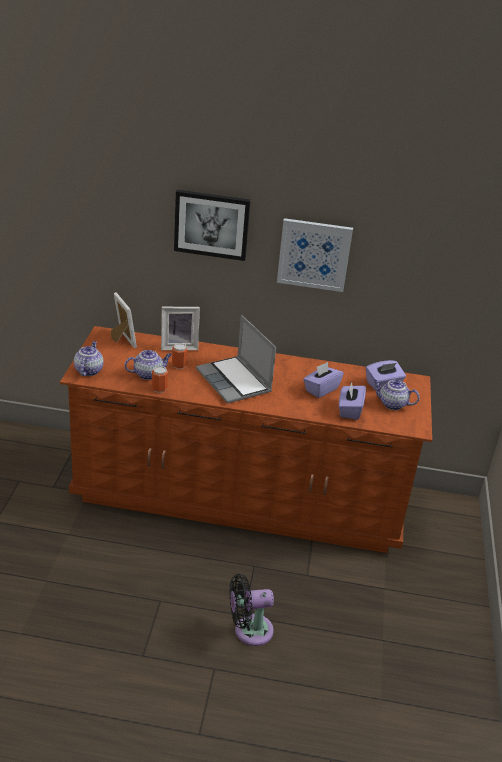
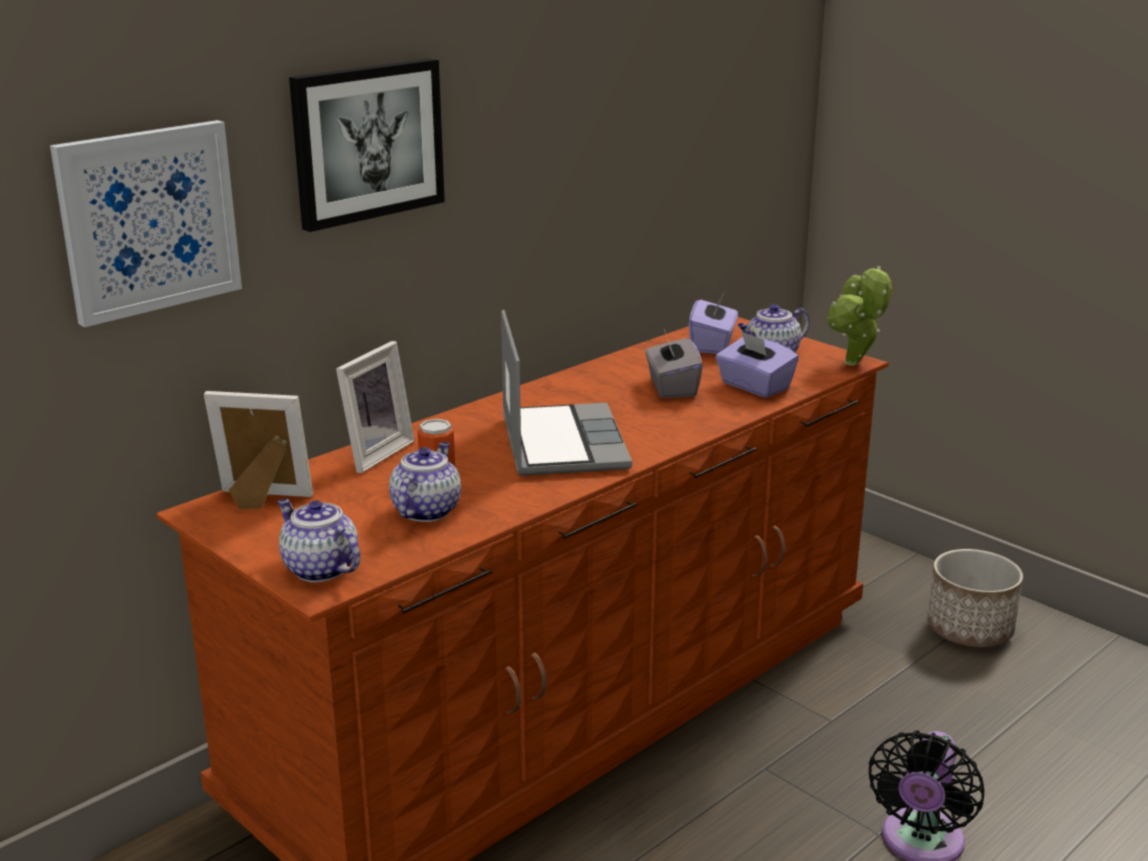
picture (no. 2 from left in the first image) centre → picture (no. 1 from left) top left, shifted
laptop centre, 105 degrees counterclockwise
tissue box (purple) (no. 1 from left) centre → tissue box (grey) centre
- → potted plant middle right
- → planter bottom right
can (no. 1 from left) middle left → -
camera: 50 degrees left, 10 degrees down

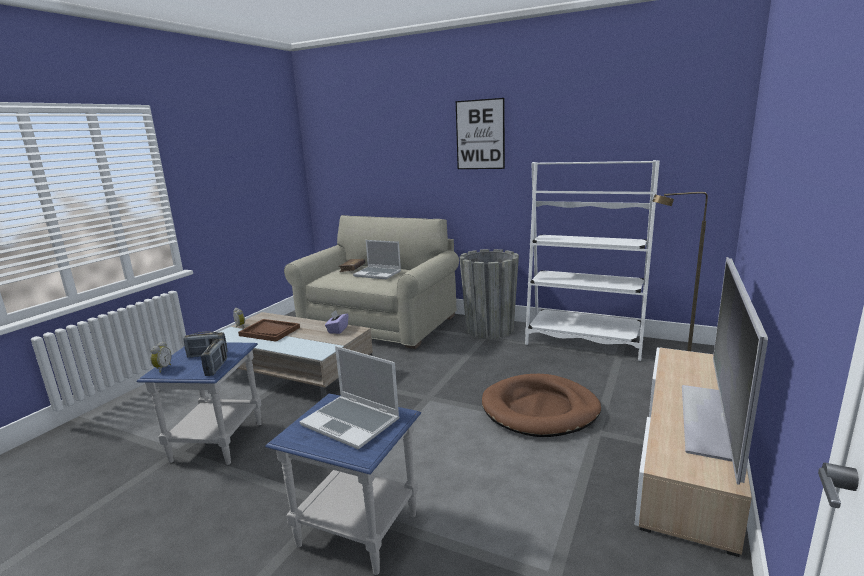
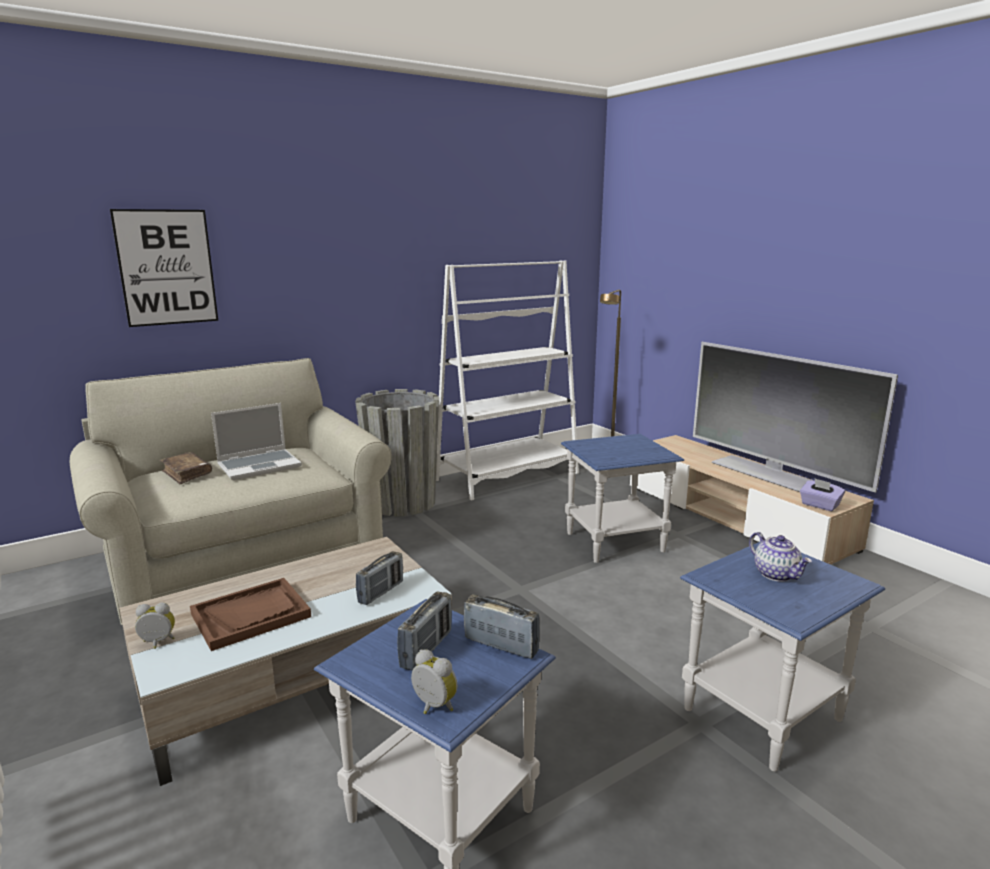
picture top centre → picture top left, shifted
- → radio (no. 1 from left) centre
dog bed (brown) bottom centre → side table (blue) (no. 2 from left) centre
laptop (no. 1 from left) bottom centre → teapot middle right
tissue box (purple) centre → tissue box (purple) middle right, shifted
camera: 60 degrees left, 0 degrees up

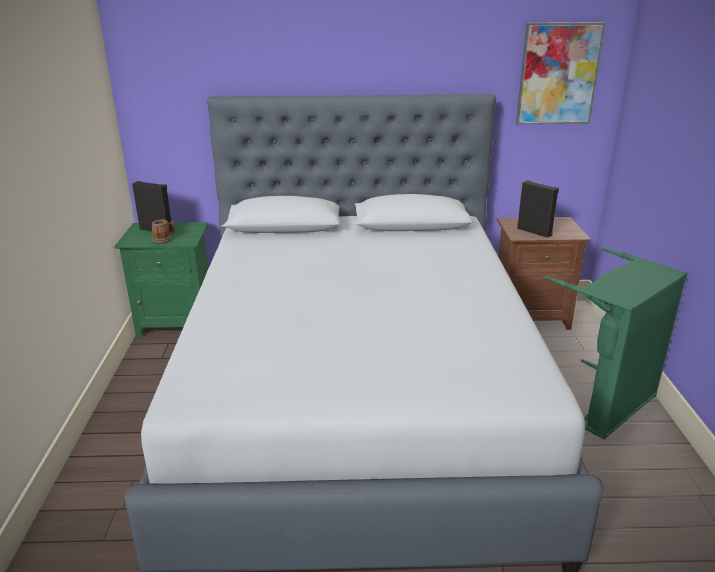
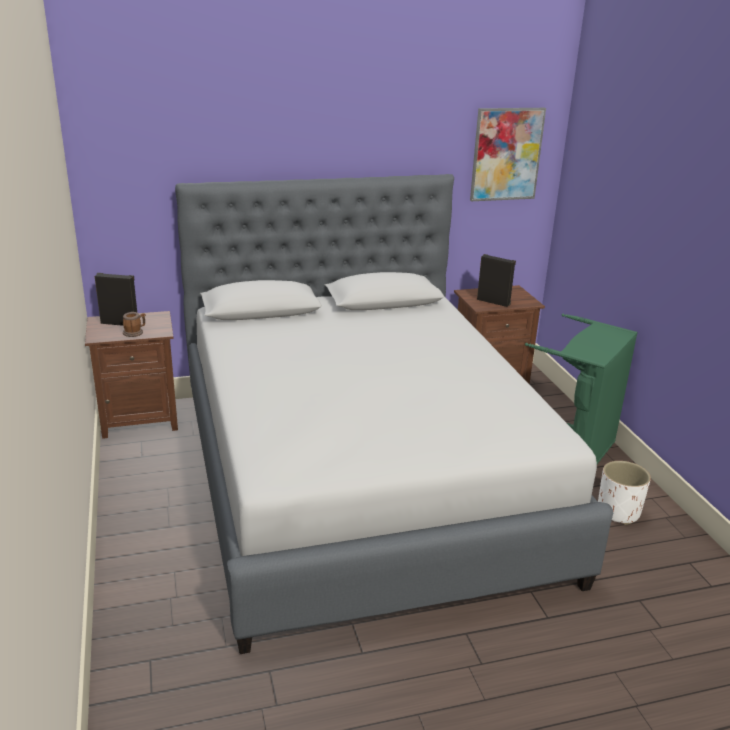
nightstand (green) middle left → nightstand (brown) (no. 1 from left) middle left
- → planter (white) bottom right
camera: 15 degrees left, 0 degrees up

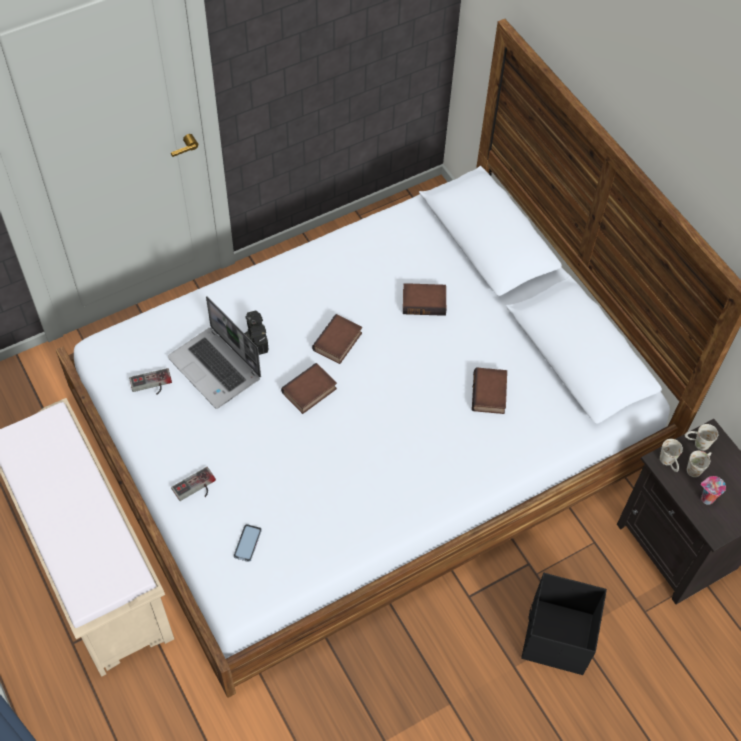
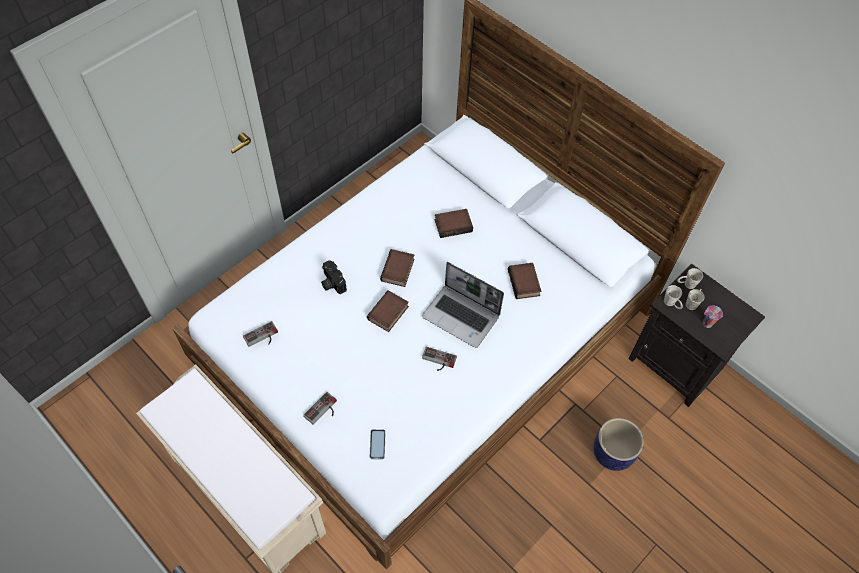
laptop middle left → laptop centre, shifted
- → game controller (no. 3 from left) centre
storage box (black) bottom right → planter bottom right
camera: 15 degrees left, 0 degrees up

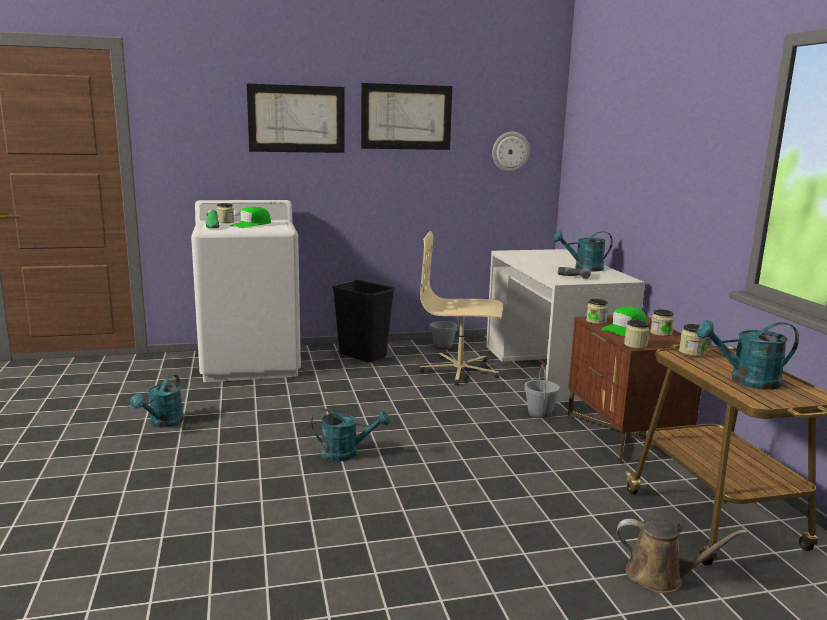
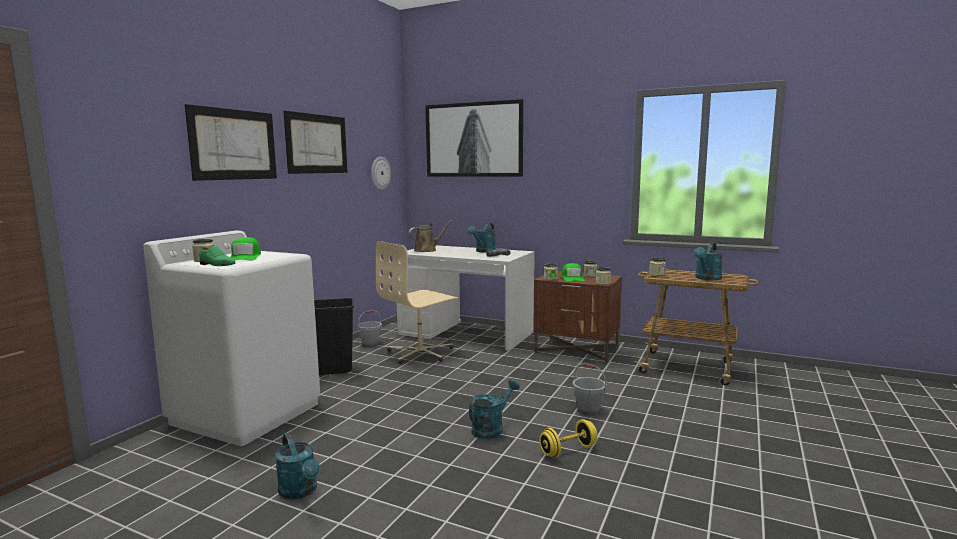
watering can (brown) bottom right → watering can (brown) centre, shifted
- → picture (no. 3 from left) top centre
- → dumbbell (yellow) bottom centre
bucket (grey) (no. 2 from left) centre → bucket (grey) (no. 2 from left) bottom centre, shifted
camera: 50 degrees left, 5 degrees down

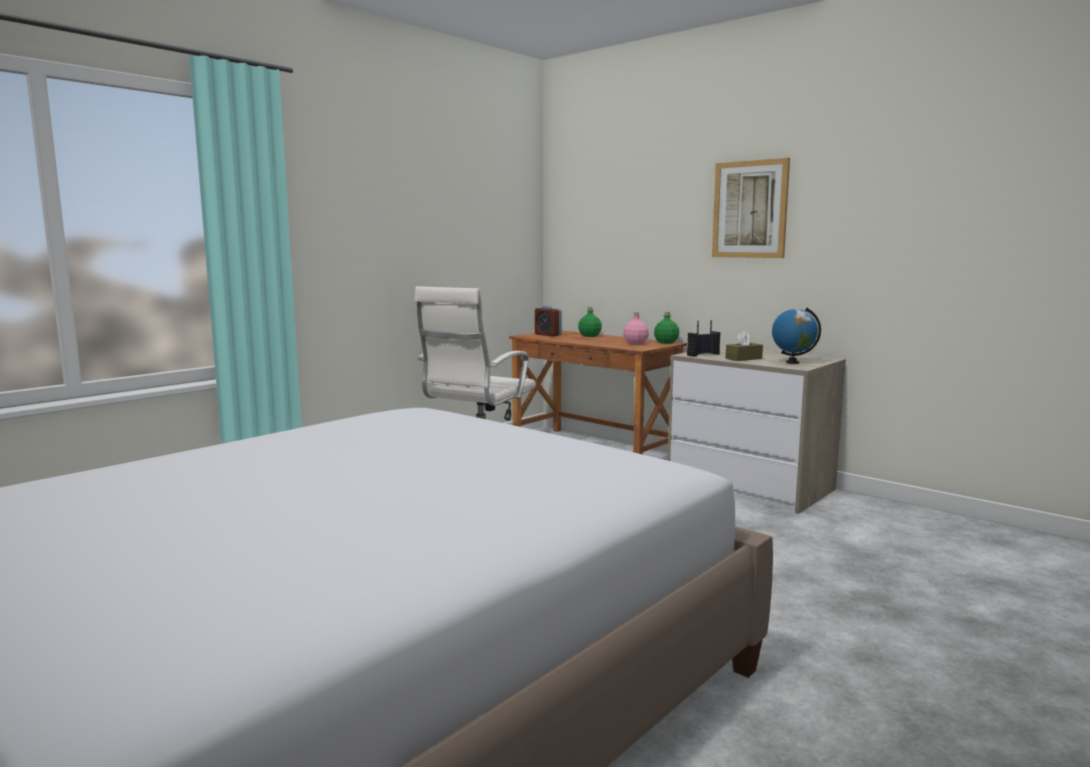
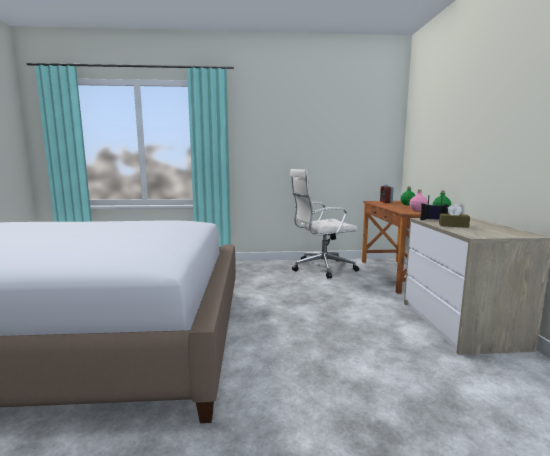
picture top right → -
globe middle right → -
camera: 45 degrees right, 0 degrees up

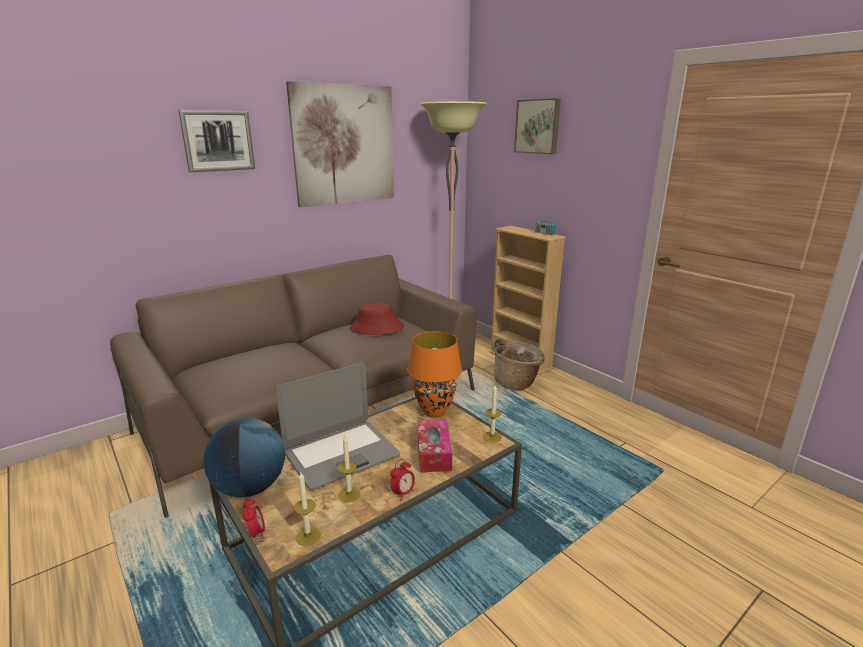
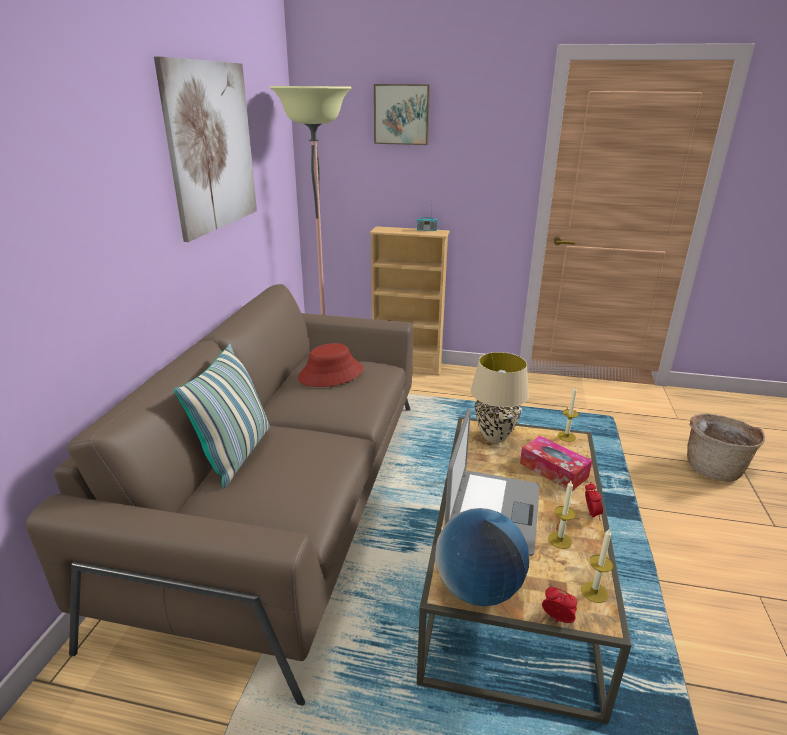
- → pillow middle left
table lamp (orange) centre → table lamp (beige) centre
basket centre → basket middle right, shifted
picture (no. 1 from left) top left → -
camera: 40 degrees left, 5 degrees up

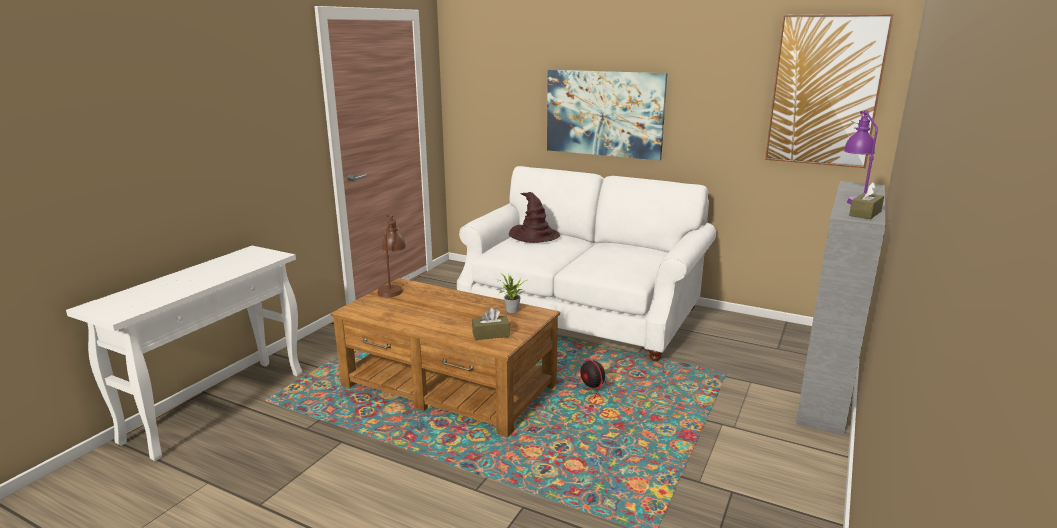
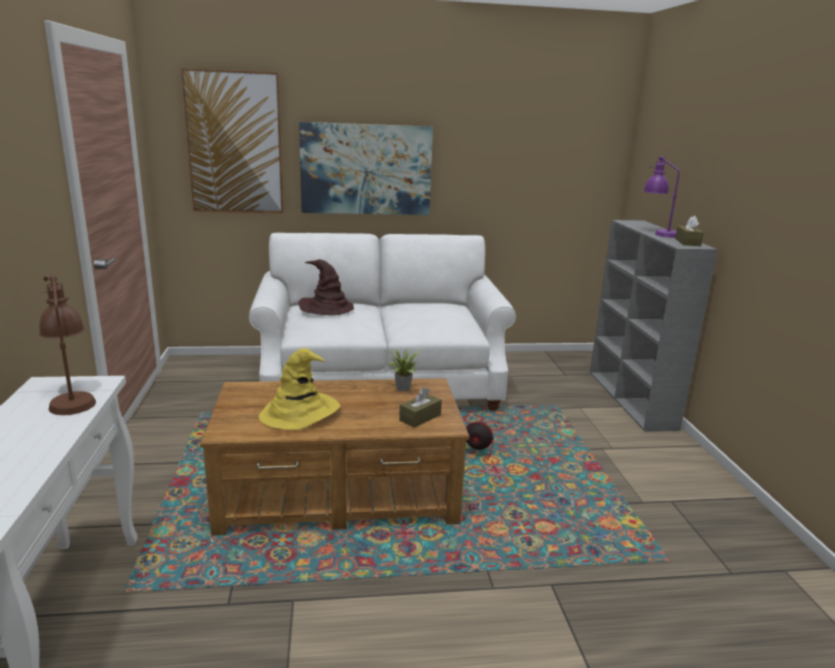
table lamp (brown) centre → table lamp (brown) middle left, shifted
picture (no. 2 from left in the first image) top right → picture (no. 1 from left) top left, shifted
- → hat (yellow) centre
camera: 35 degrees left, 0 degrees up

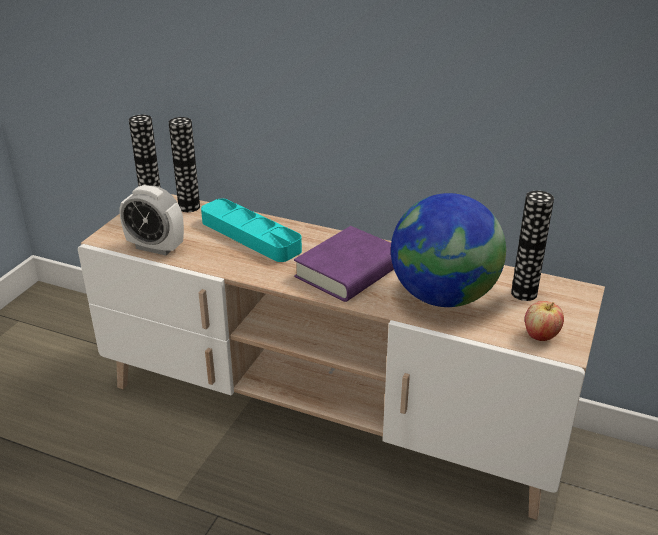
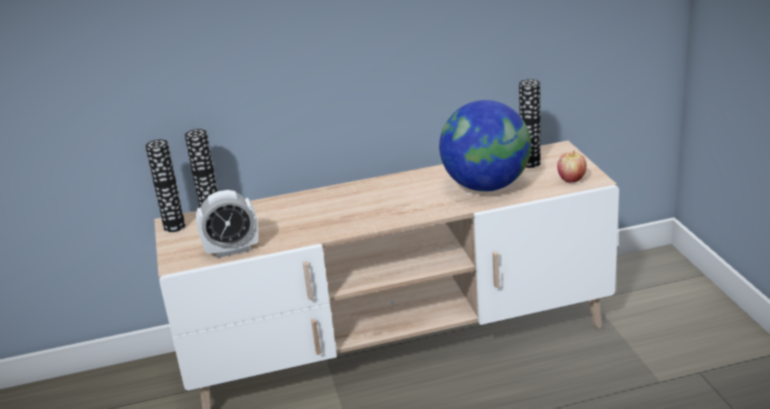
tray (turquoise) centre → -
book (purple) centre → -
camera: 35 degrees left, 5 degrees down

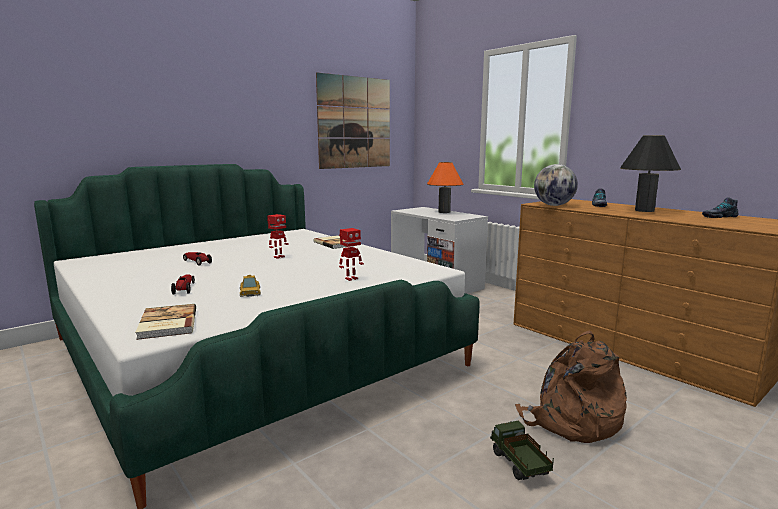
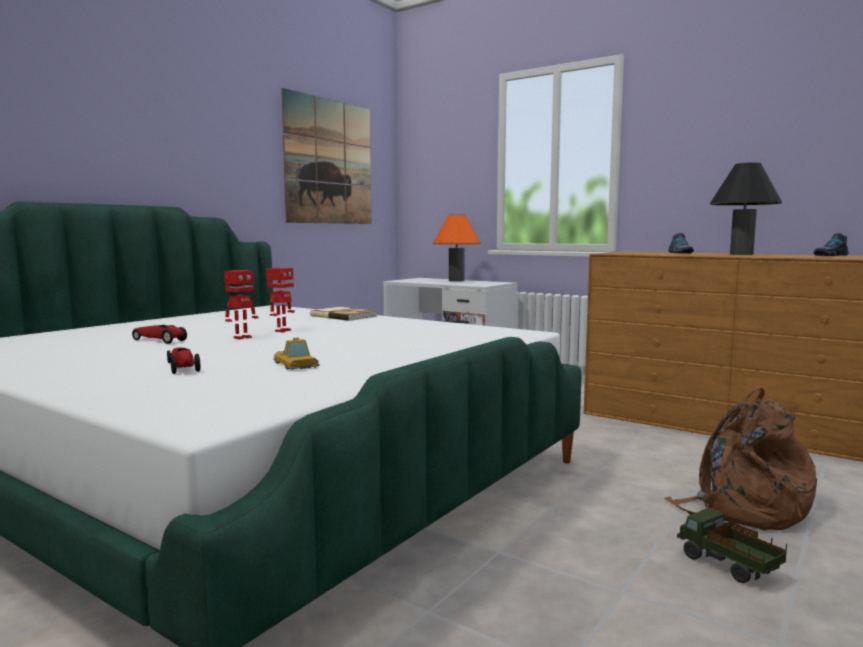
toy robot (no. 2 from left in the first image) centre → toy robot (no. 1 from left) middle left, shifted
book (no. 1 from left) middle left → -
globe middle right → -
camera: 15 degrees left, 5 degrees down

